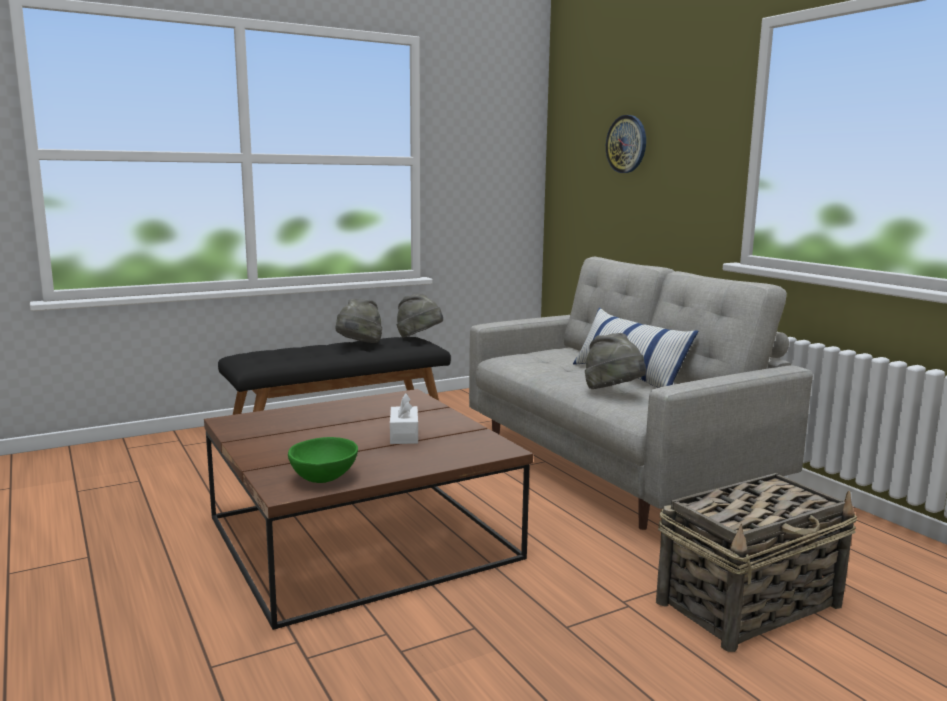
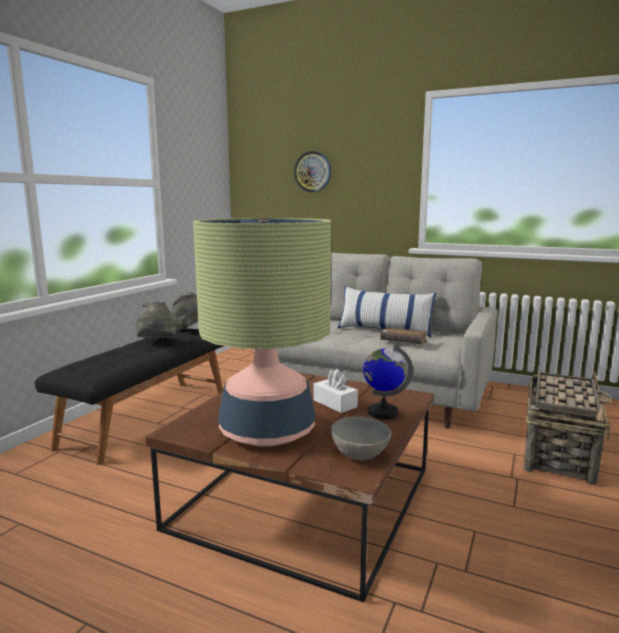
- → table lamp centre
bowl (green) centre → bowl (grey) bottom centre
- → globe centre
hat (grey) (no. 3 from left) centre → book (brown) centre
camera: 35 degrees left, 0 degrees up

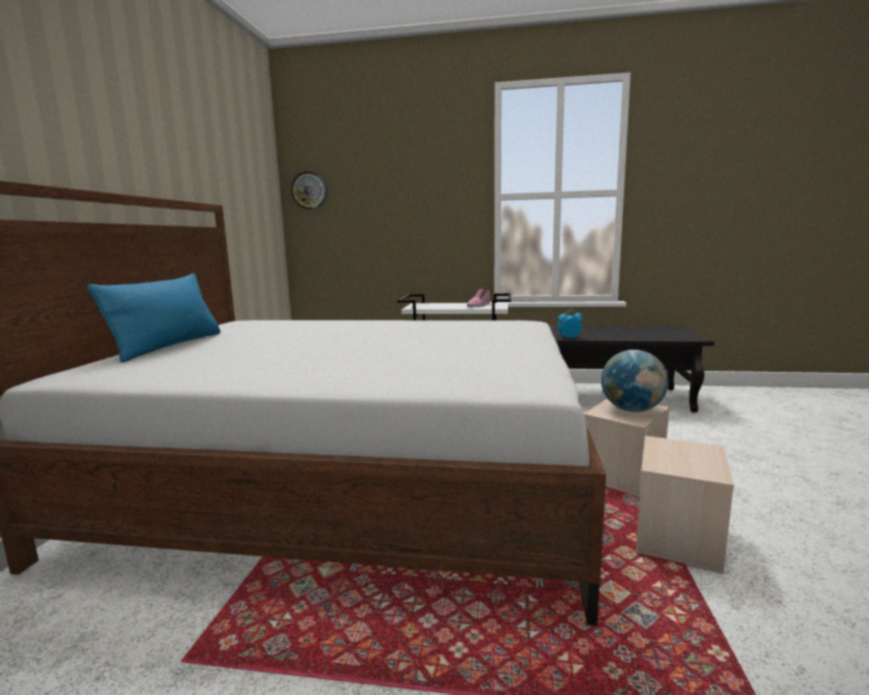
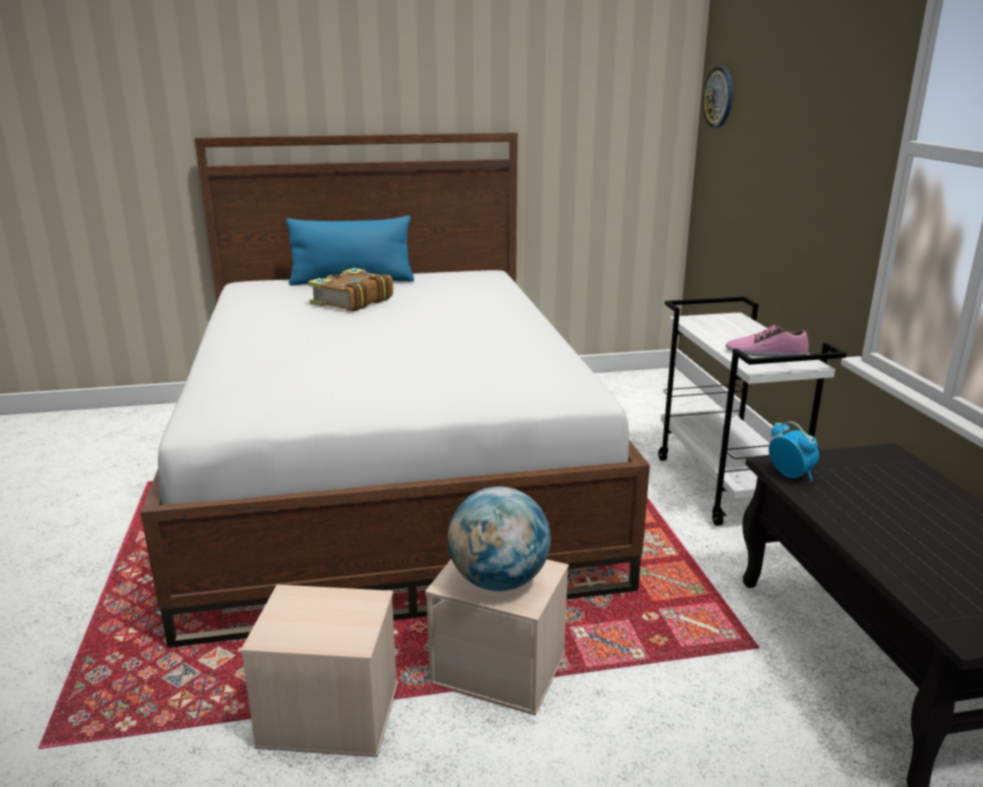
- → book centre
camera: 70 degrees right, 10 degrees up

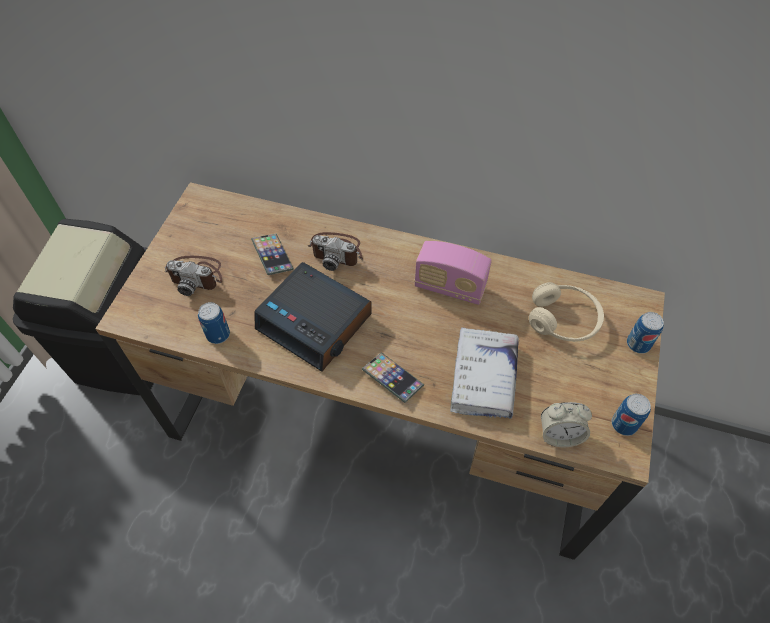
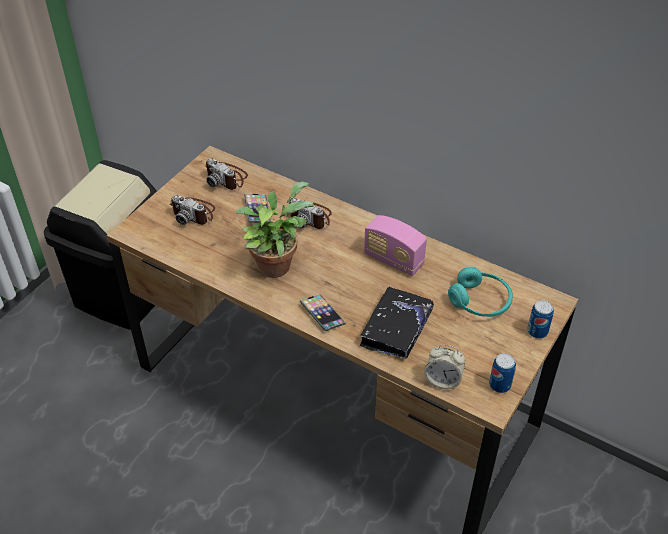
- → photo camera (no. 2 from left) top centre
alarm clock (no. 1 from left) centre → potted plant centre
book (white) centre → book (black) centre
headphones (beige) middle right → headphones (turquoise) middle right
can (no. 1 from left) middle left → -
camera: 15 degrees right, 10 degrees down

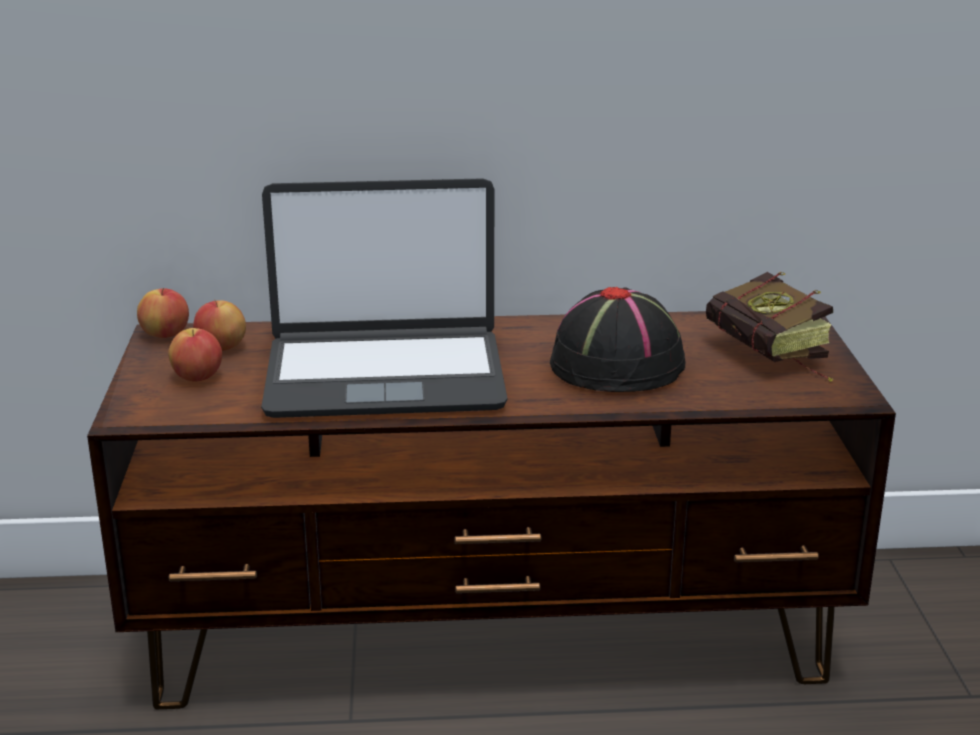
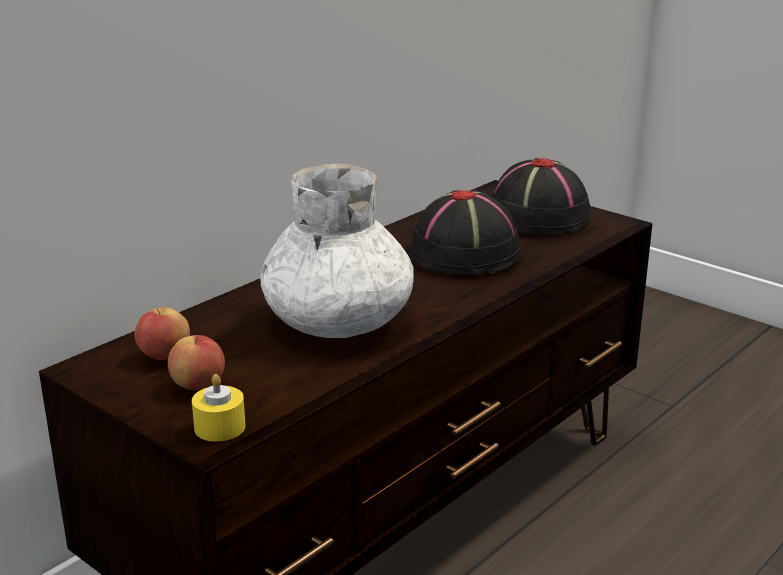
- → candle (yellow) bottom left
laptop centre → vase (white) centre
book middle right → hat (black) (no. 2 from left) middle right
apple (no. 1 from left) middle left → -
camera: 45 degrees left, 0 degrees up

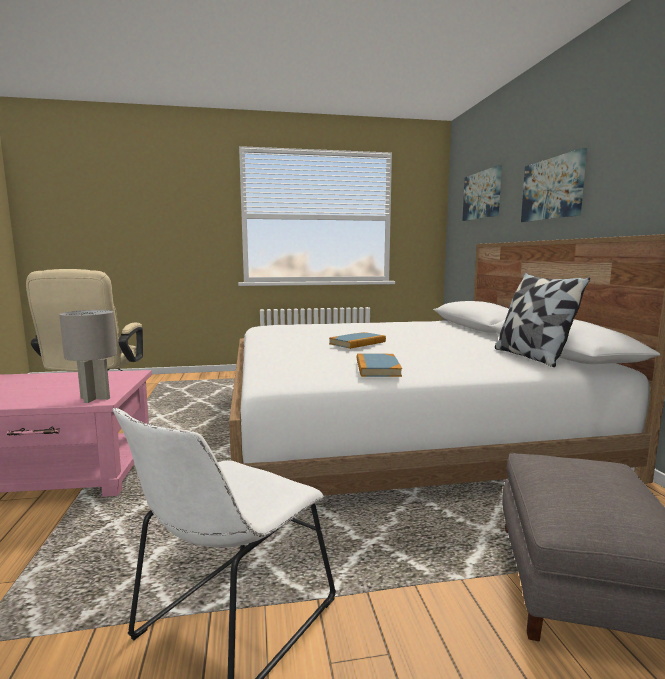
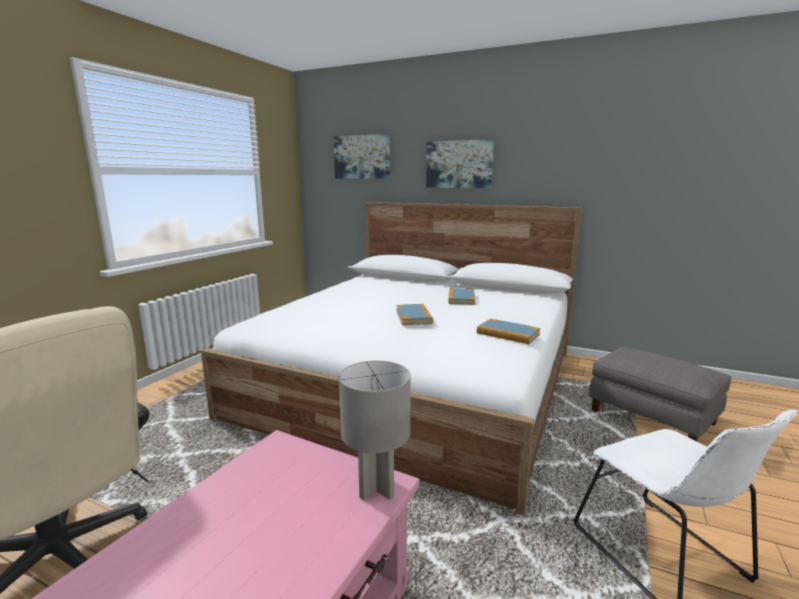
- → book (no. 2 from left) centre
pillow middle right → -
camera: 55 degrees left, 5 degrees up

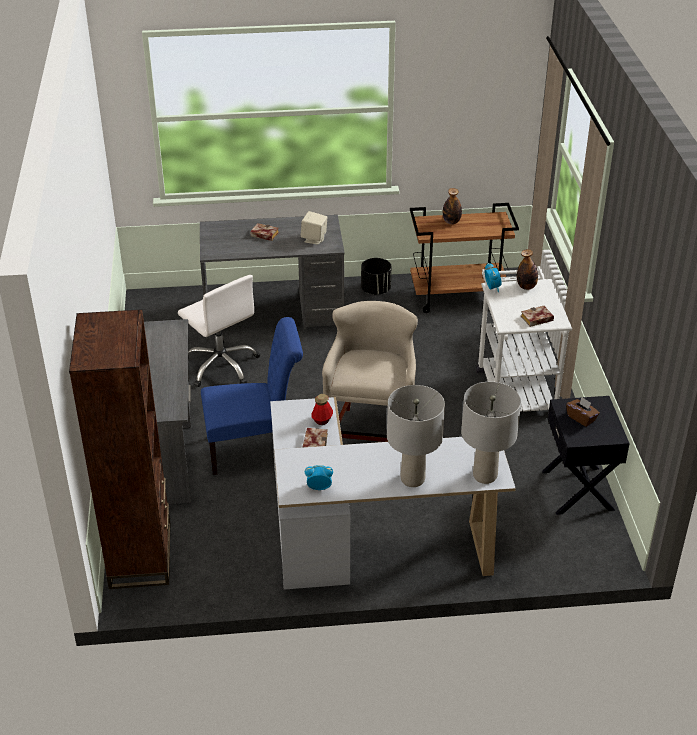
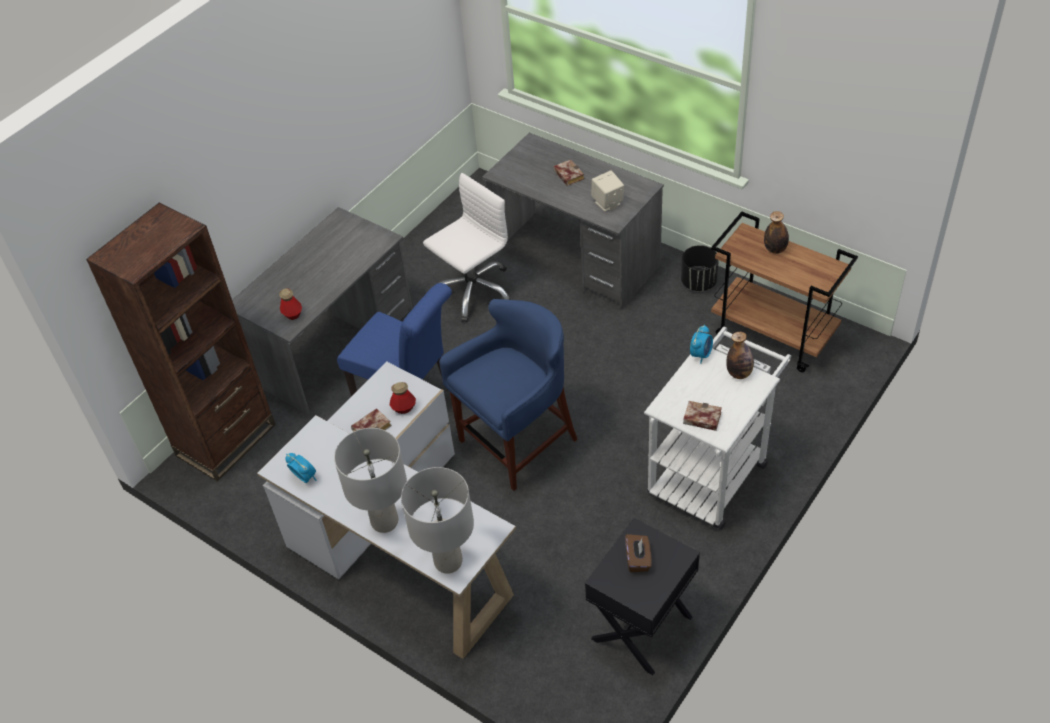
- → bottle (no. 1 from left) middle left
office chair (white) middle left → office chair (white) centre, 135 degrees counterclockwise
stool (beige) centre → stool (blue) centre
camera: 45 degrees right, 10 degrees up

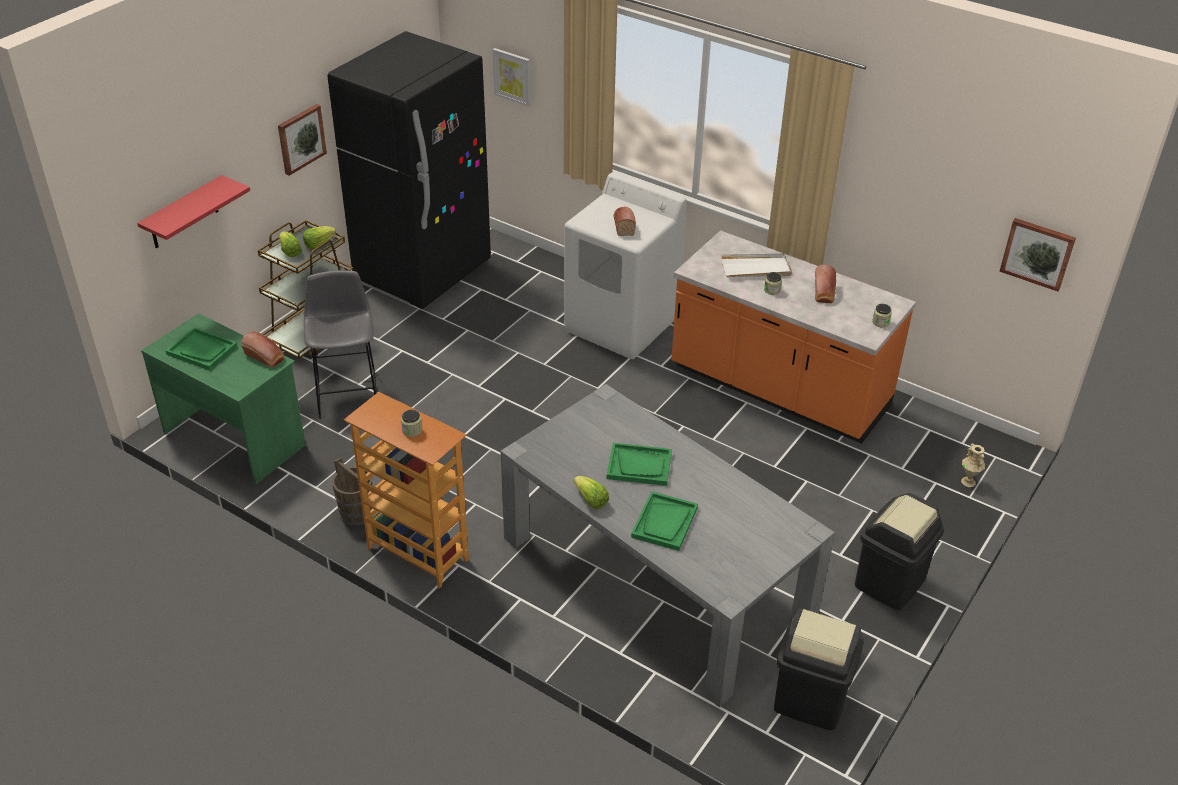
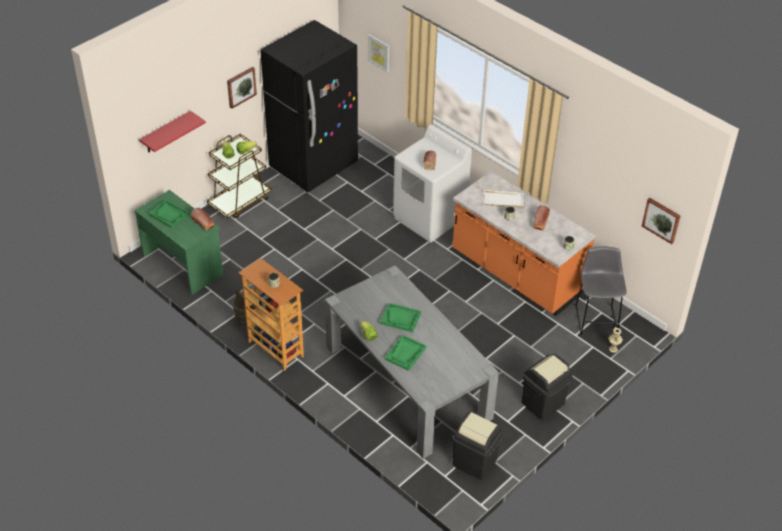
stool (grey) middle left → stool (grey) middle right, shifted
camera: 10 degrees right, 5 degrees up

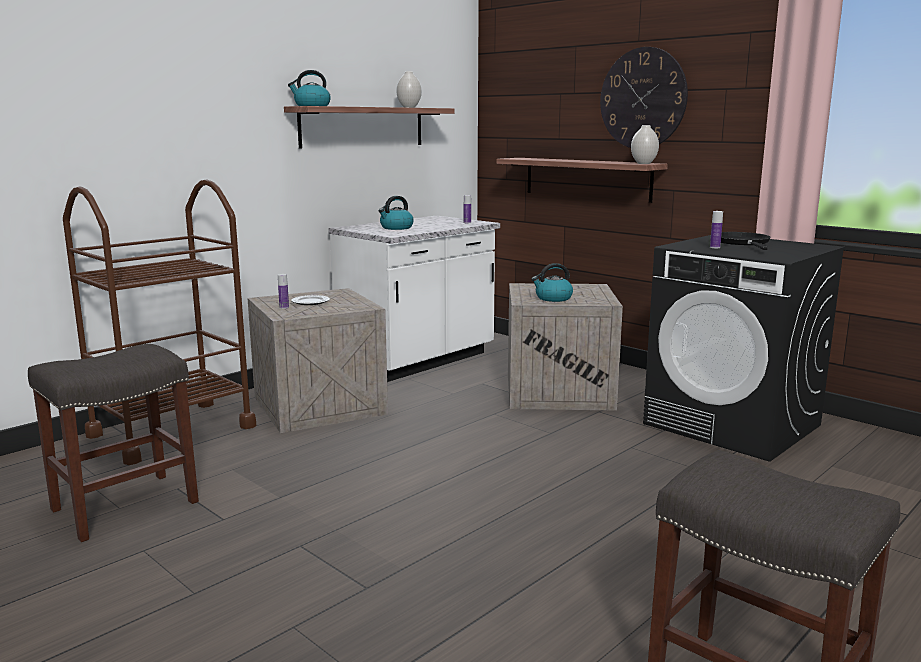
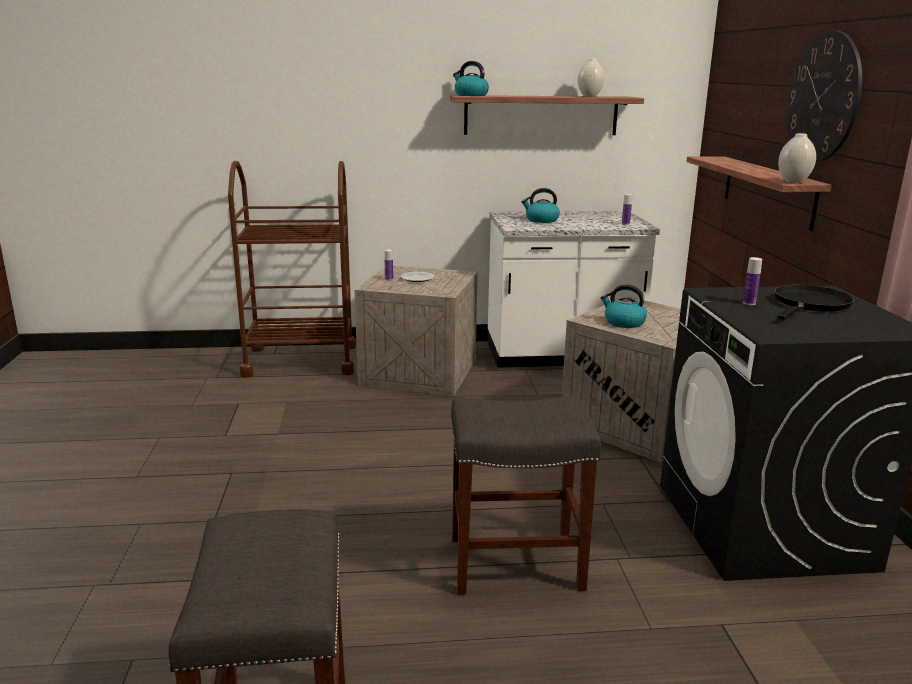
stool (grey) (no. 1 from left in the first image) bottom left → stool (grey) (no. 2 from left) bottom centre, shifted
camera: 40 degrees right, 5 degrees up

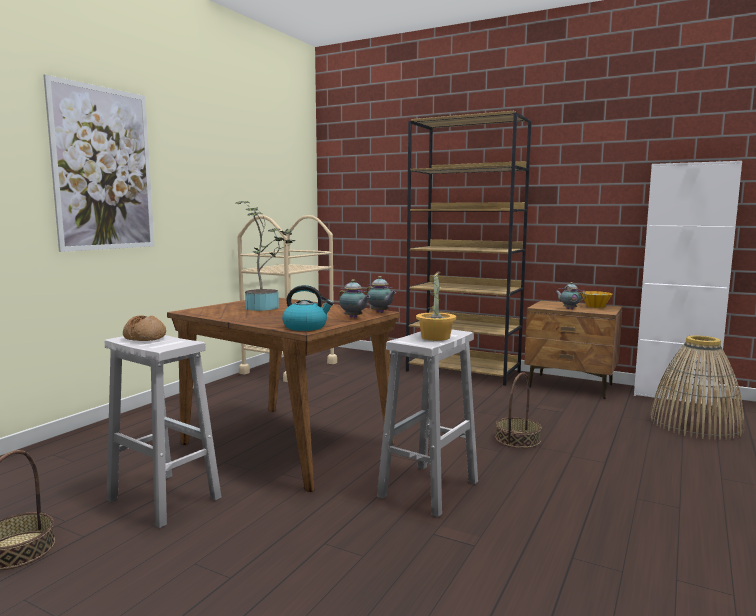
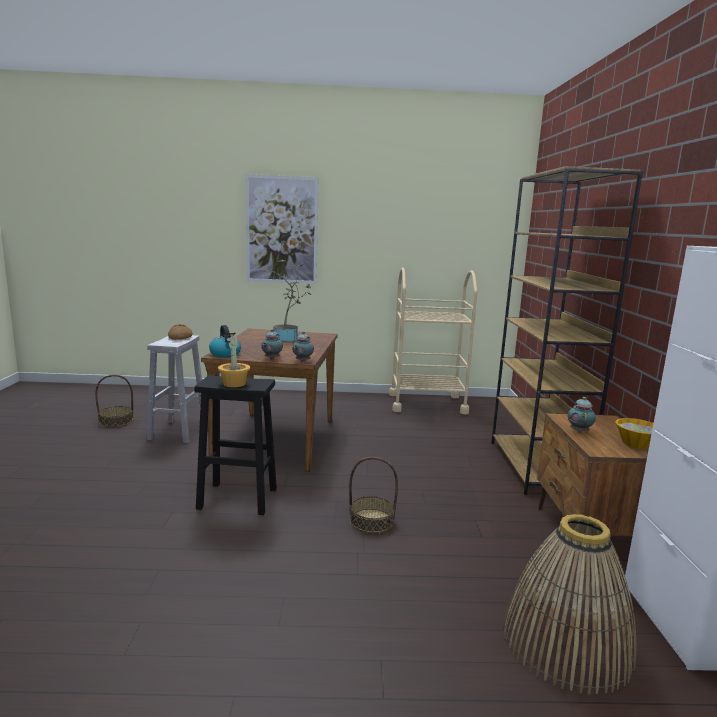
stool (white) (no. 2 from left) bottom centre → stool (black) middle left
camera: 60 degrees right, 5 degrees up

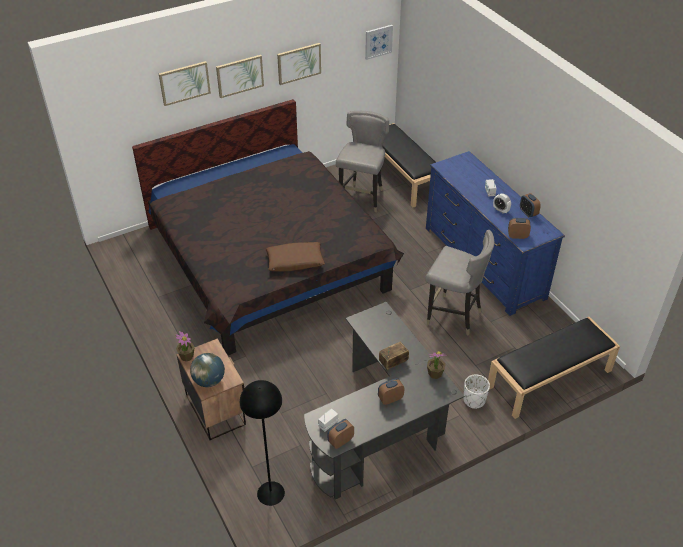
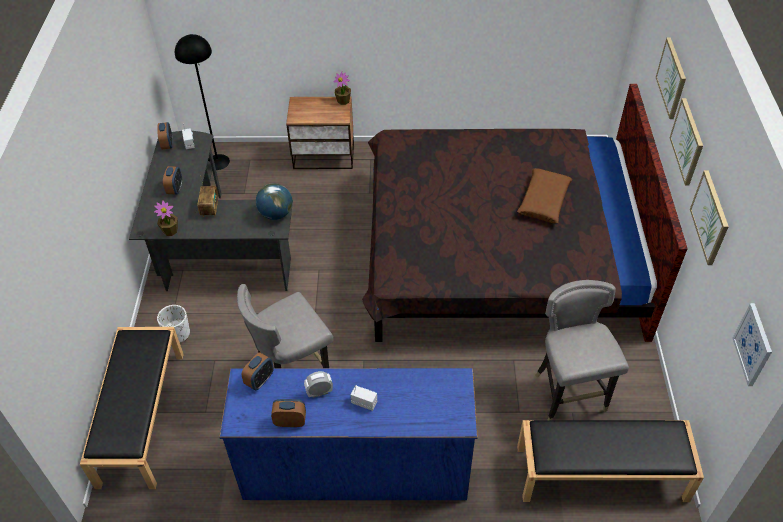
globe bottom left → globe centre, shifted
pillow (brown) centre → pillow (brown) middle right, shifted
chair (grey) (no. 1 from left in the first image) top centre → chair (grey) (no. 2 from left) bottom right, 150 degrees counterclockwise
camera: 120 degrees right, 5 degrees up

